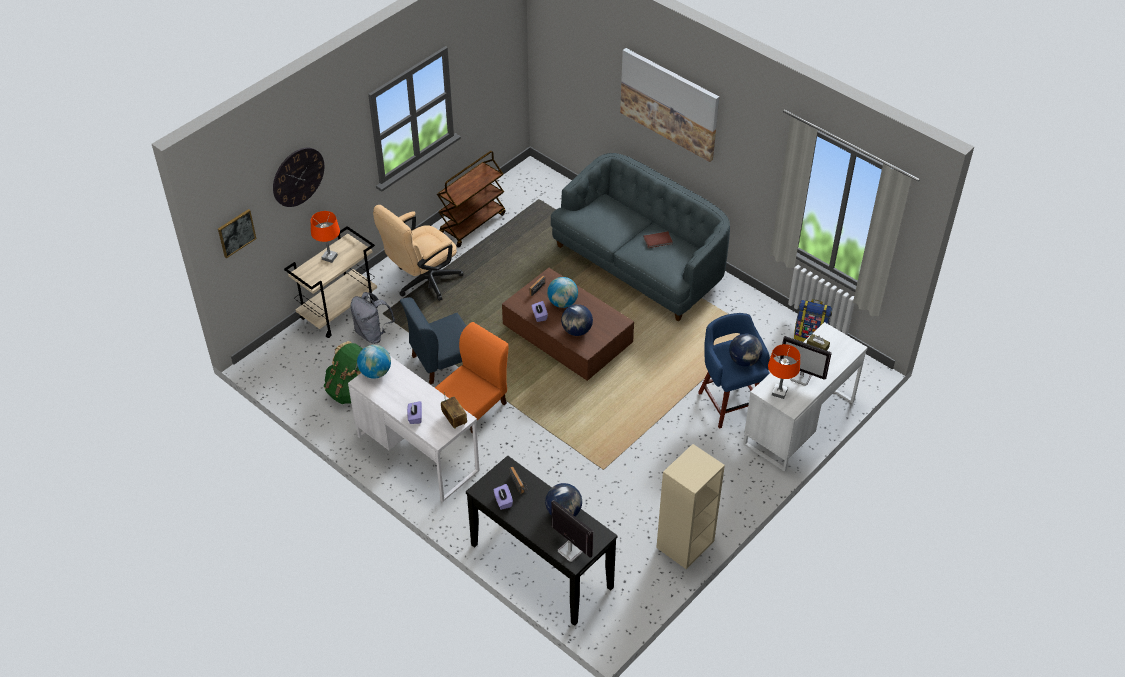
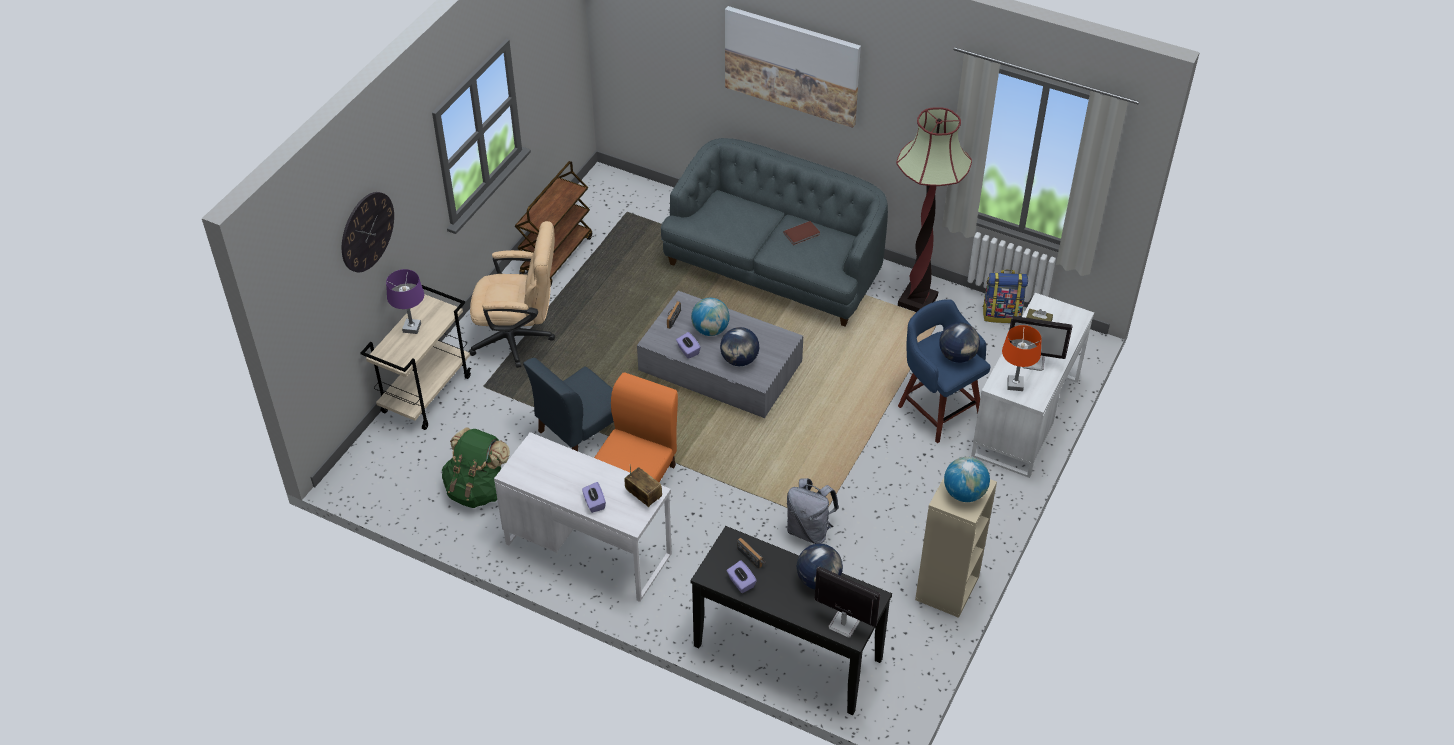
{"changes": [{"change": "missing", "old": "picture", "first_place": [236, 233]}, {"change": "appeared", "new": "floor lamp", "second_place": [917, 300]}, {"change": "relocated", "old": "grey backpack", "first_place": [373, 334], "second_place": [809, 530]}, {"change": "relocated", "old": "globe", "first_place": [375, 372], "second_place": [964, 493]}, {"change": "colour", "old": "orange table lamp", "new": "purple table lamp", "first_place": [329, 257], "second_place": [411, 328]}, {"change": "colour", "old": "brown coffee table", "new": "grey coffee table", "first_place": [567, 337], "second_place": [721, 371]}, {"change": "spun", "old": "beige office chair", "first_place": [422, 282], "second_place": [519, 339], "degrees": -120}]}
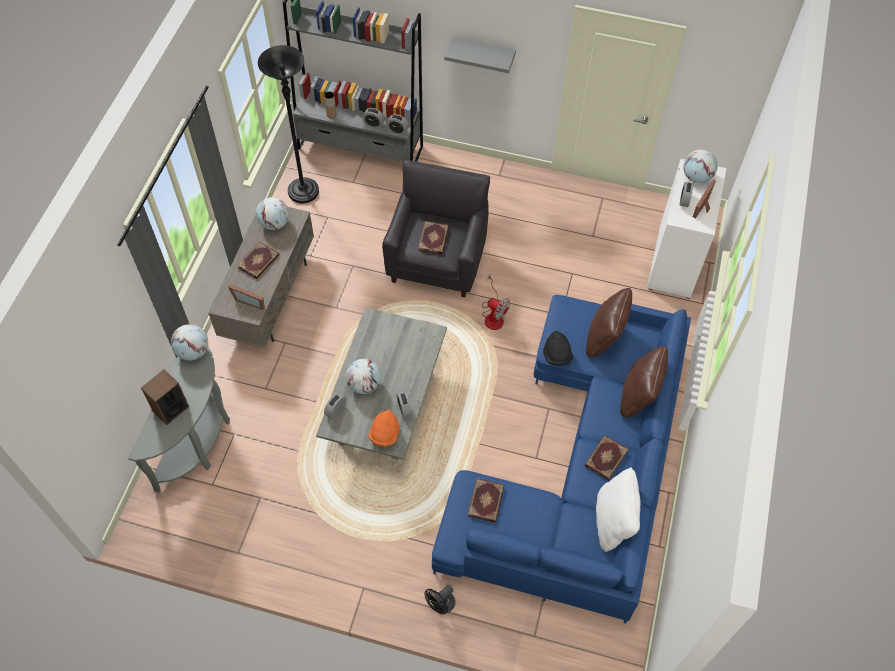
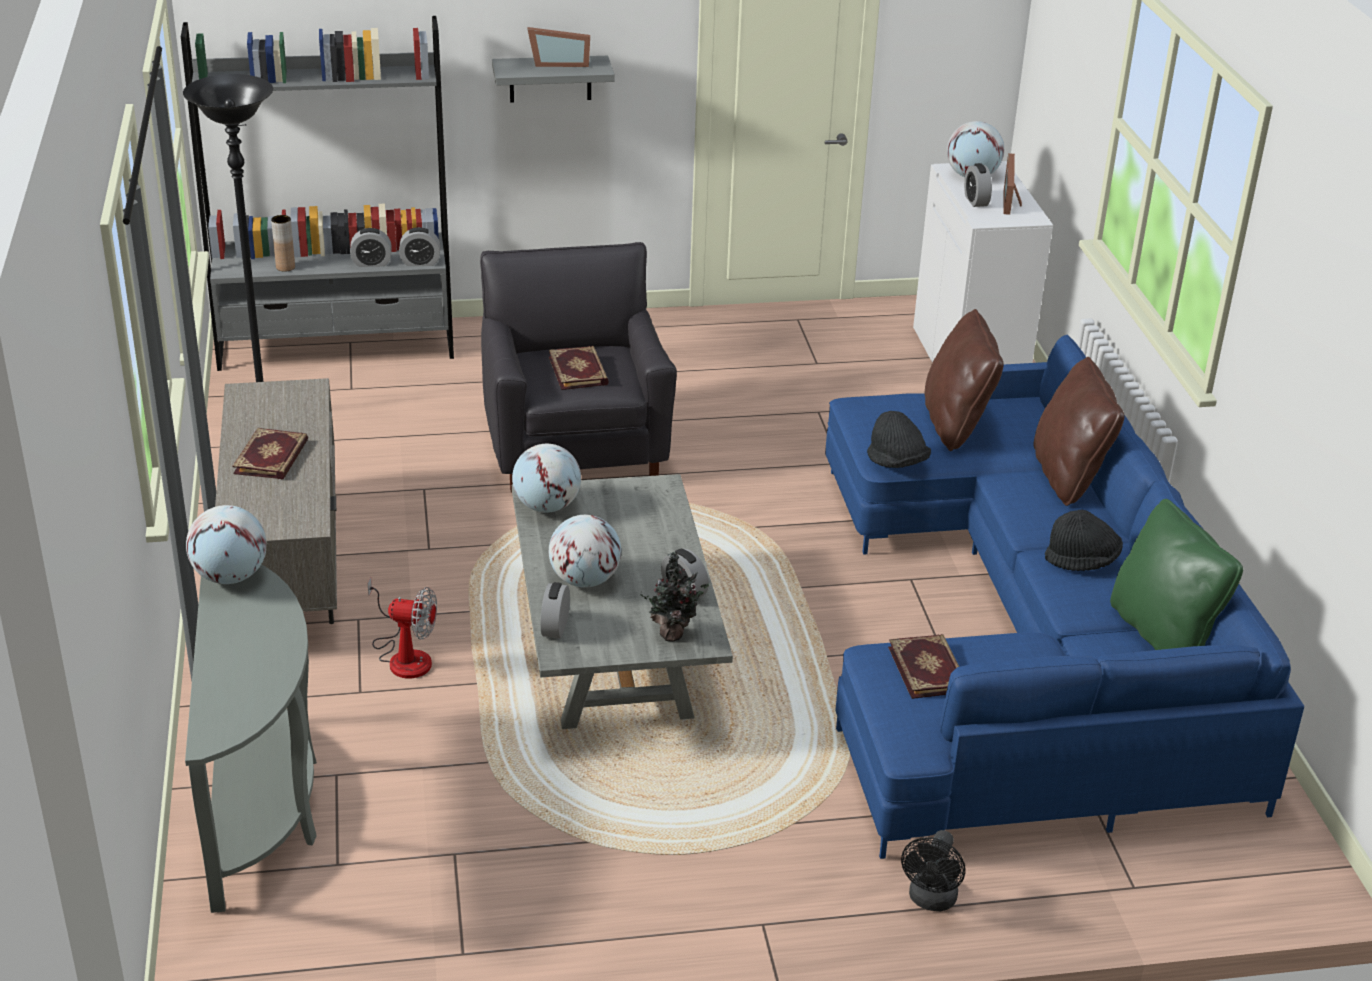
{"changes": [{"change": "missing", "old": "speaker", "first_place": [170, 409]}, {"change": "relocated", "old": "picture frame", "first_place": [250, 300], "second_place": [559, 63]}, {"change": "relocated", "old": "globe", "first_place": [274, 223], "second_place": [547, 506]}, {"change": "relocated", "old": "fan", "first_place": [493, 315], "second_place": [404, 656]}, {"change": "exchanged", "old": "orange hat", "new": "potted plant", "first_place": [385, 434], "second_place": [673, 633]}, {"change": "exchanged", "old": "book", "new": "black hat", "first_place": [605, 458], "second_place": [1082, 561]}, {"change": "colour", "old": "white pillow", "new": "green pillow", "first_place": [613, 521], "second_place": [1163, 634]}]}
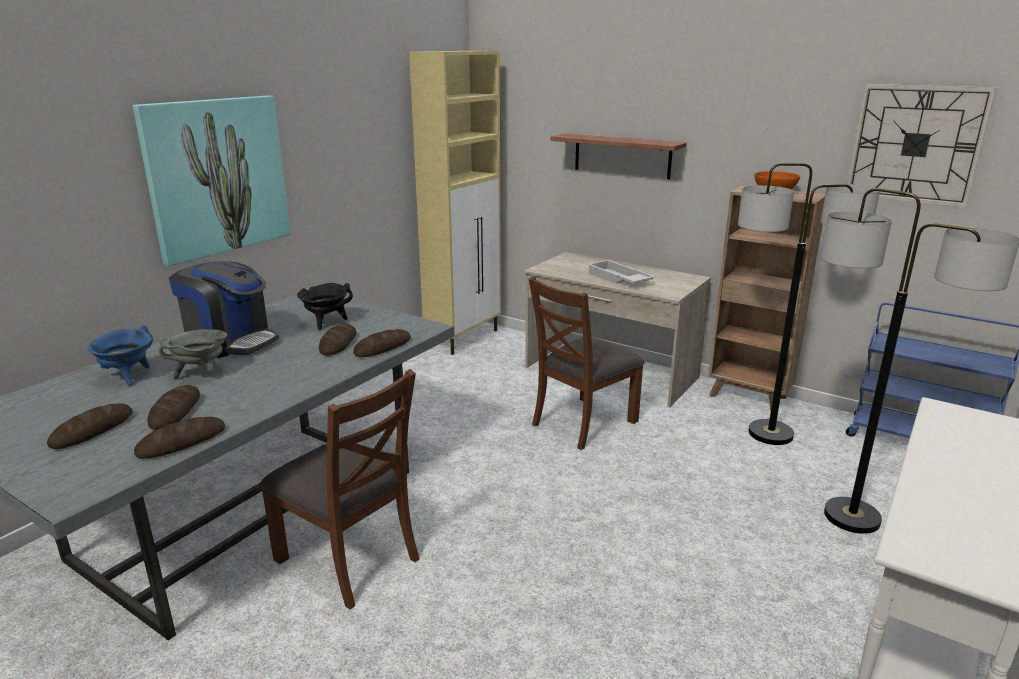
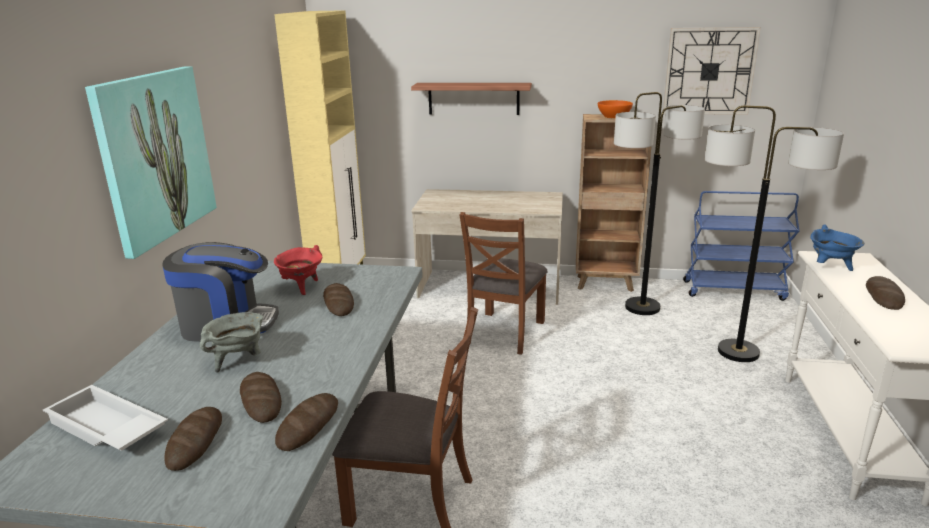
{"changes": [{"change": "relocated", "old": "blue cooking pot", "first_place": [128, 377], "second_place": [830, 267]}, {"change": "relocated", "old": "bread", "first_place": [383, 347], "second_place": [883, 296]}, {"change": "relocated", "old": "white tray", "first_place": [618, 279], "second_place": [105, 429]}, {"change": "colour", "old": "black cooking pot", "new": "red cooking pot", "first_place": [326, 323], "second_place": [301, 287]}]}
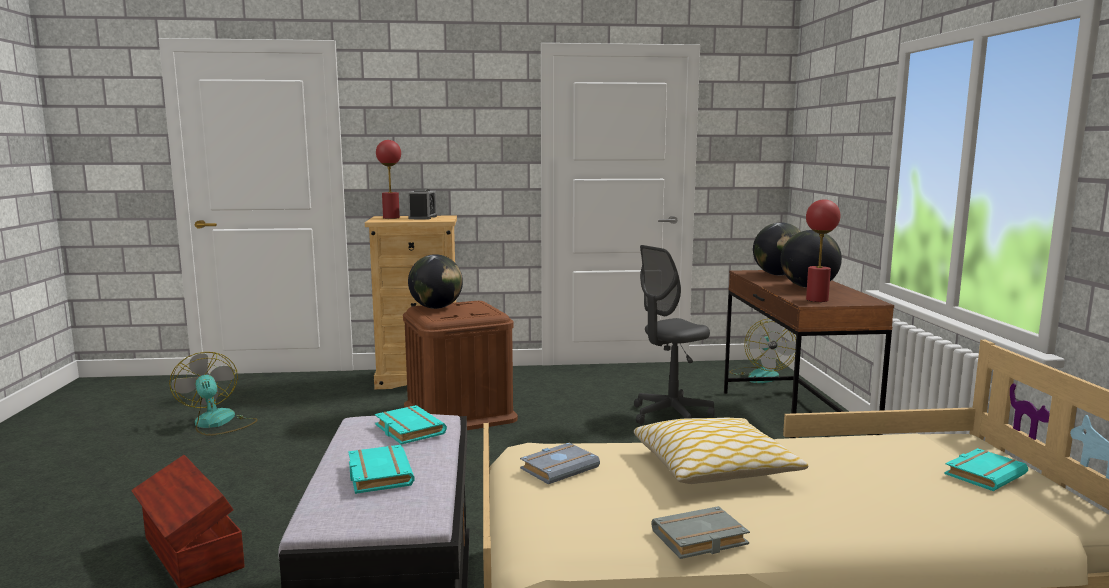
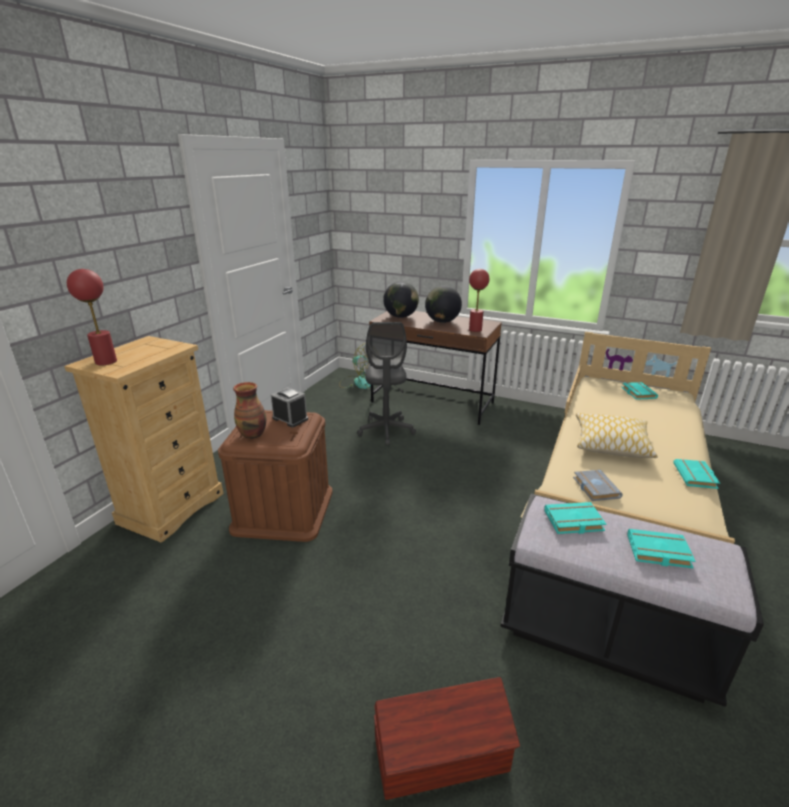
{"changes": [{"change": "missing", "old": "fan", "first_place": [217, 423]}, {"change": "relocated", "old": "alarm clock", "first_place": [422, 217], "second_place": [290, 419]}, {"change": "exchanged", "old": "globe", "new": "vase", "first_place": [436, 308], "second_place": [253, 434]}, {"change": "colour", "old": "grey book", "new": "turquoise book", "first_place": [699, 540], "second_place": [696, 477]}]}
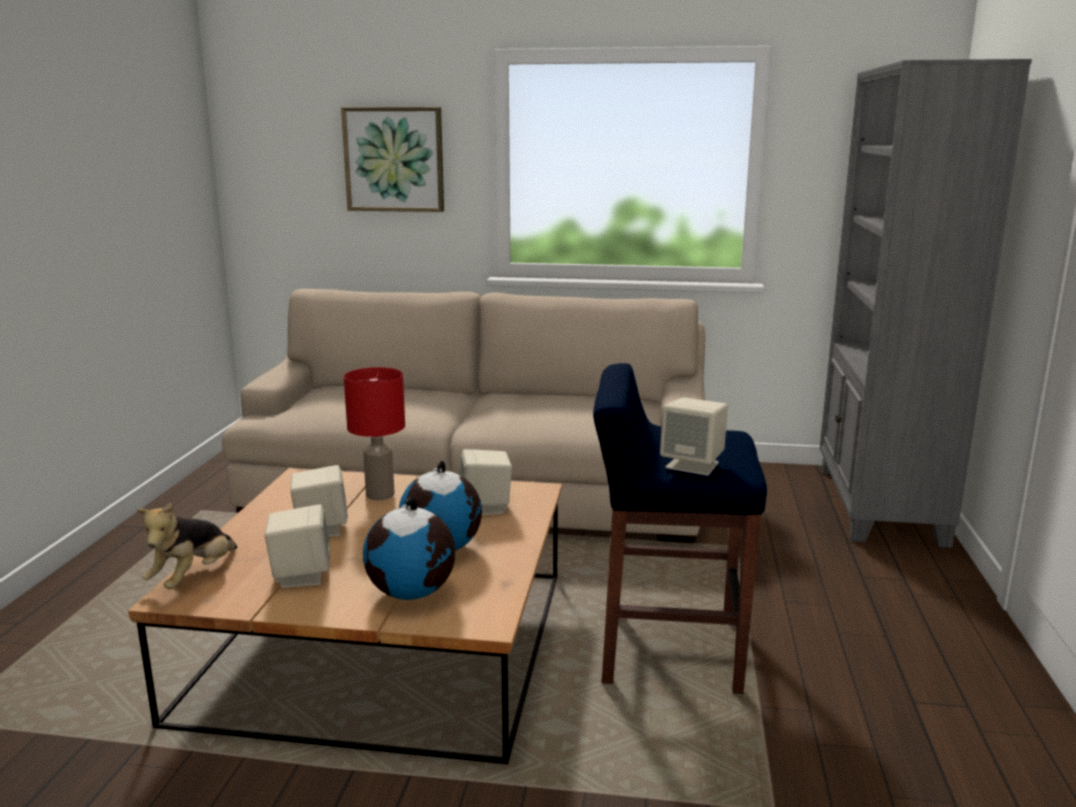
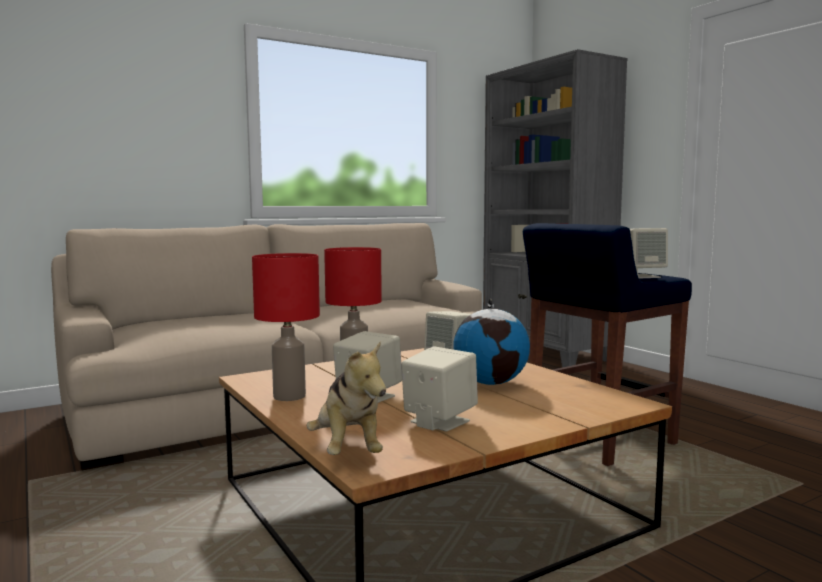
{"changes": [{"change": "missing", "old": "picture", "first_place": [394, 159]}, {"change": "missing", "old": "globe", "first_place": [412, 593]}, {"change": "appeared", "new": "red table lamp", "second_place": [289, 397]}]}
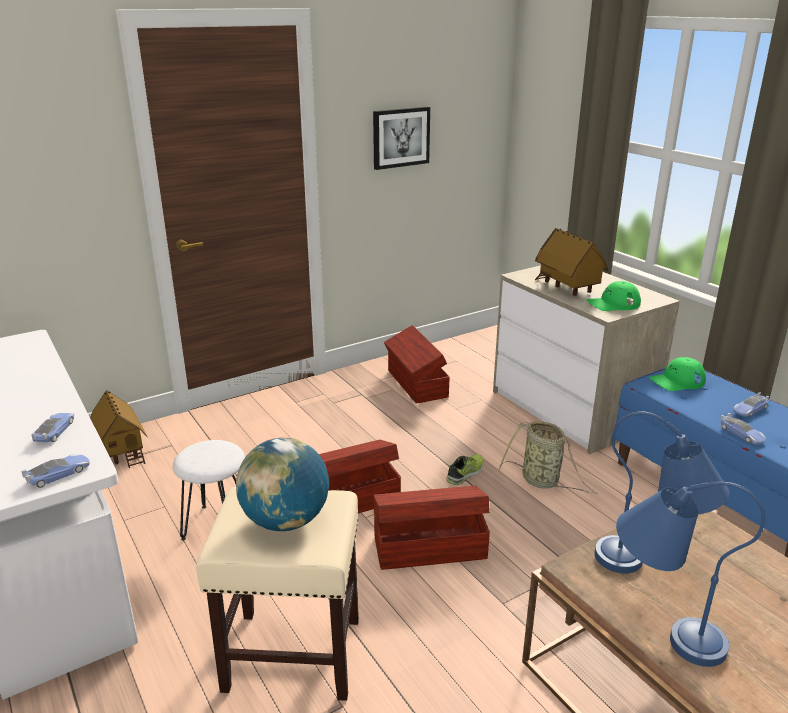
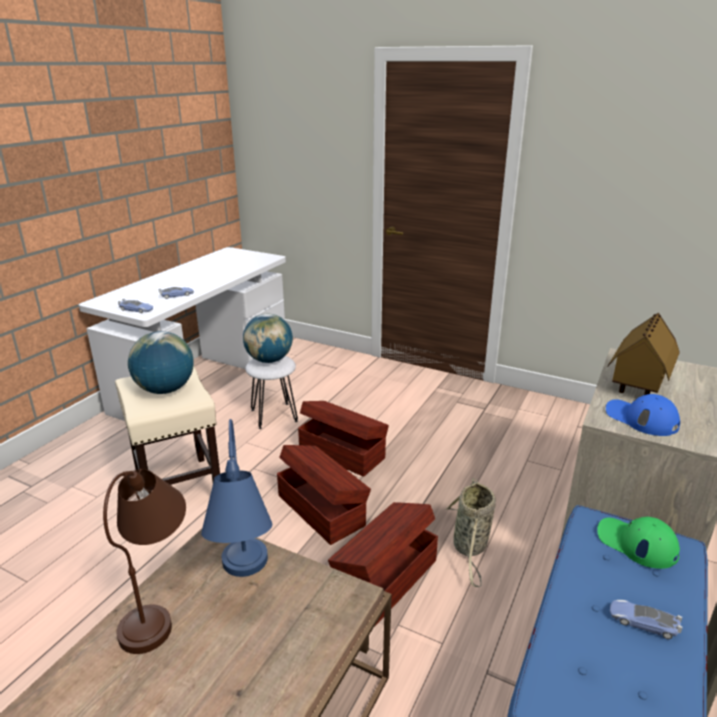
{"changes": [{"change": "missing", "old": "toy house", "first_place": [122, 450]}, {"change": "missing", "old": "picture", "first_place": [400, 137]}, {"change": "missing", "old": "shoe", "first_place": [466, 473]}, {"change": "missing", "old": "toy car", "first_place": [741, 434]}, {"change": "appeared", "new": "globe", "second_place": [269, 360]}, {"change": "relocated", "old": "brown storage box", "first_place": [416, 384], "second_place": [384, 579]}, {"change": "colour", "old": "green cap", "new": "blue cap", "first_place": [613, 303], "second_place": [641, 418]}, {"change": "colour", "old": "blue table lamp", "new": "brown table lamp", "first_place": [660, 627], "second_place": [158, 602]}]}
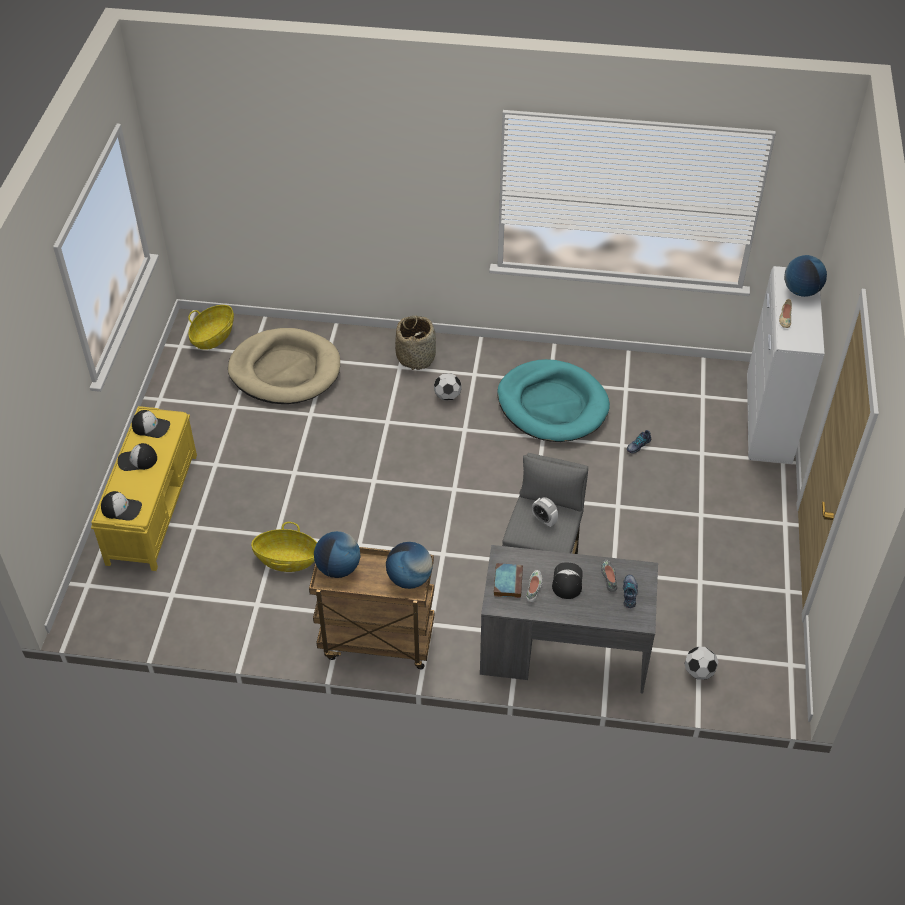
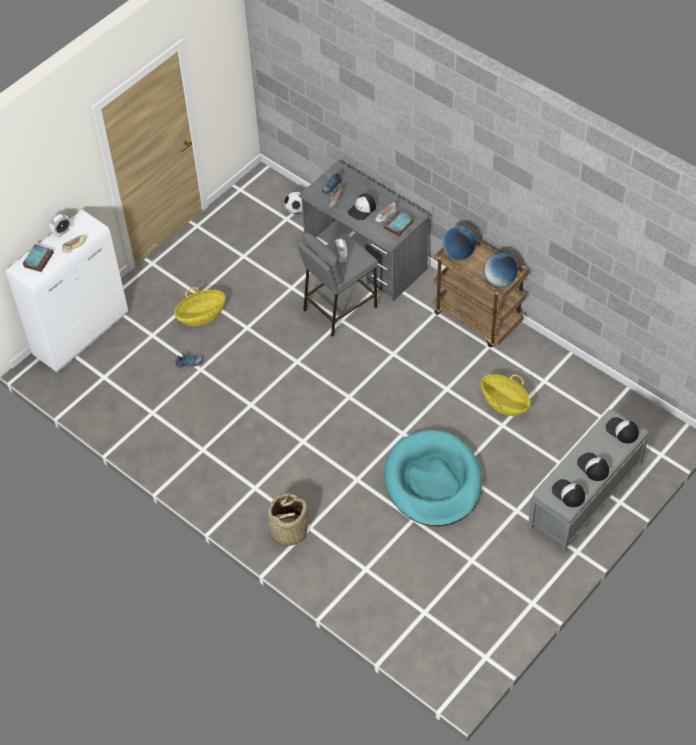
{"changes": [{"change": "missing", "old": "beige dog bed", "first_place": [285, 370]}, {"change": "missing", "old": "football", "first_place": [447, 396]}, {"change": "appeared", "new": "alarm clock", "second_place": [62, 232]}, {"change": "relocated", "old": "basket", "first_place": [213, 337], "second_place": [201, 315]}, {"change": "relocated", "old": "turquoise dog bed", "first_place": [552, 405], "second_place": [433, 481]}, {"change": "exchanged", "old": "globe", "new": "book", "first_place": [801, 291], "second_place": [38, 259]}, {"change": "colour", "old": "yellow bench", "new": "grey bench", "first_place": [153, 507], "second_place": [585, 496]}, {"change": "spun", "old": "cap", "first_place": [137, 460], "second_place": [592, 467], "degrees": -150}]}
